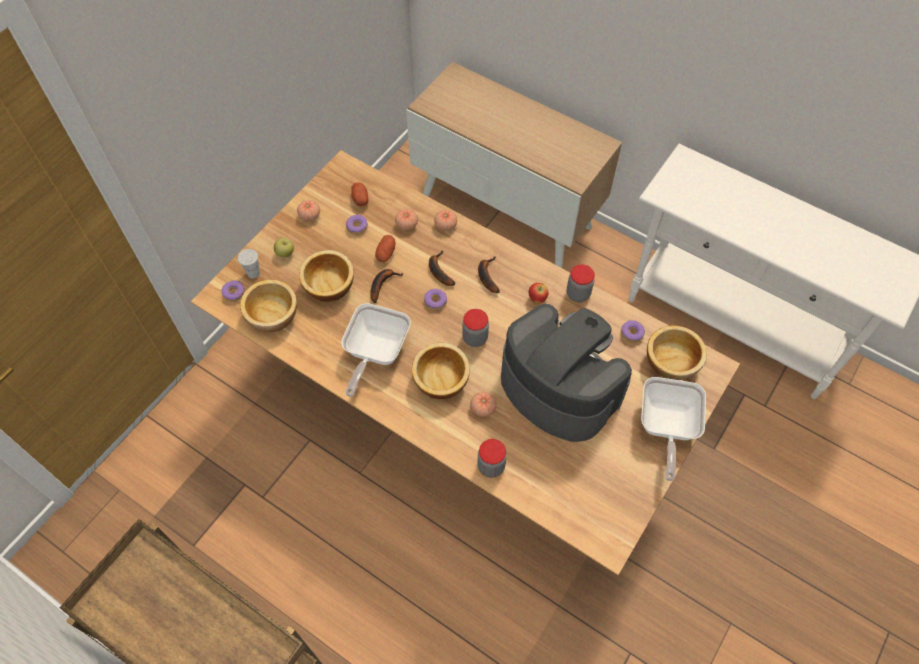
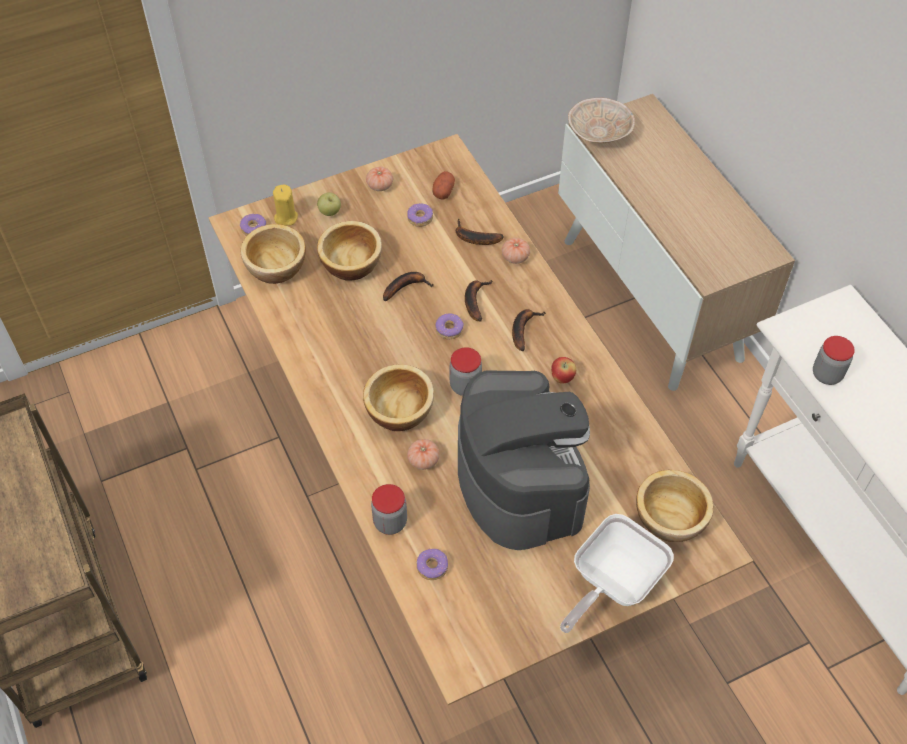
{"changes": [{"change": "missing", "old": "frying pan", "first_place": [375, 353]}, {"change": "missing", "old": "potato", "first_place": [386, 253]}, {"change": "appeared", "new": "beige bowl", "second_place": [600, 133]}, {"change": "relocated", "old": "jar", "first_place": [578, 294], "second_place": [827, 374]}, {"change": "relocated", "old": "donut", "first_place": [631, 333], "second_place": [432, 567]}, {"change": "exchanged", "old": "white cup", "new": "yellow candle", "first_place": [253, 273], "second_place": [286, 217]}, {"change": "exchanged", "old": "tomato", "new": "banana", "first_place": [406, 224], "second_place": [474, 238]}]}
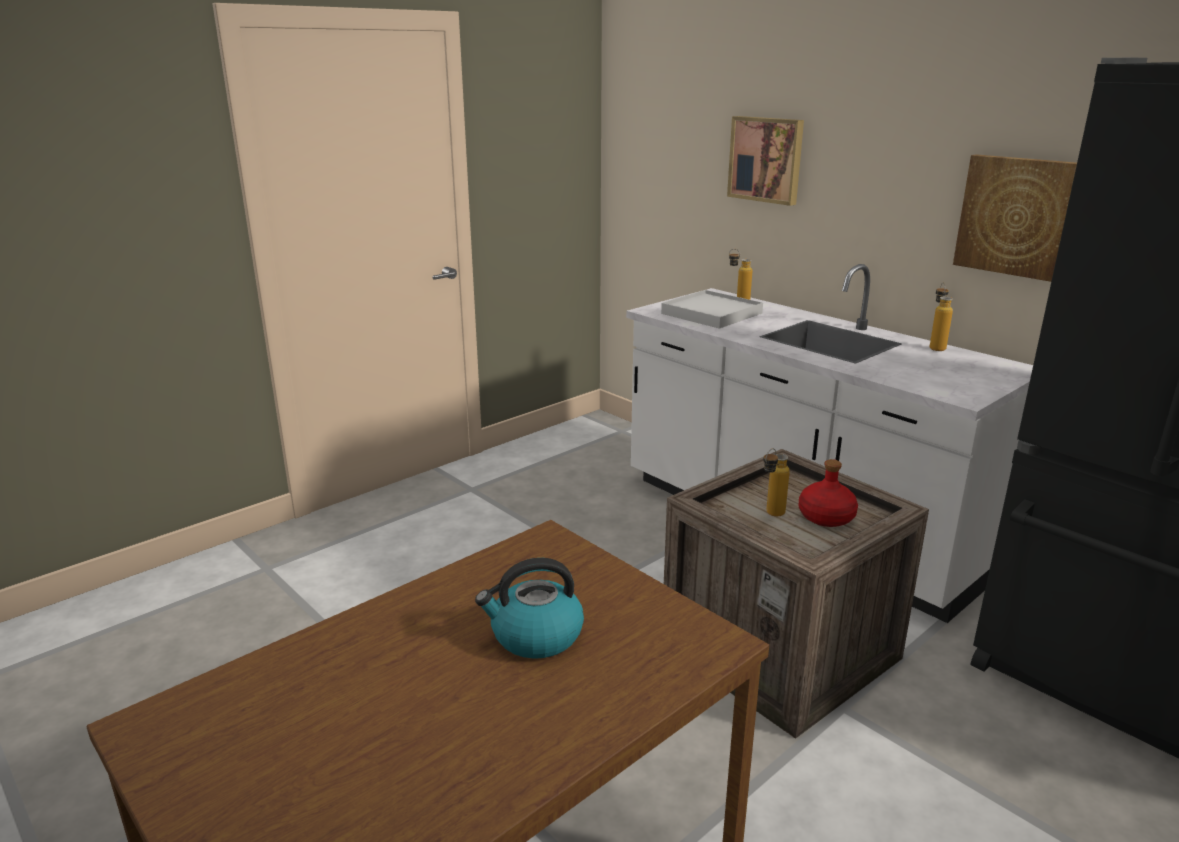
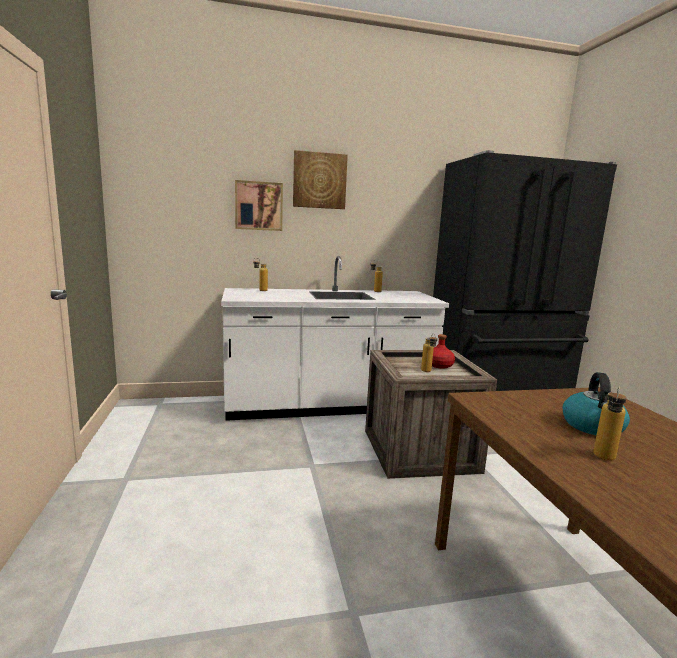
{"changes": [{"change": "missing", "old": "white tray", "first_place": [711, 313]}, {"change": "appeared", "new": "bottle", "second_place": [603, 460]}, {"change": "relocated", "old": "picture", "first_place": [1020, 217], "second_place": [319, 180]}]}
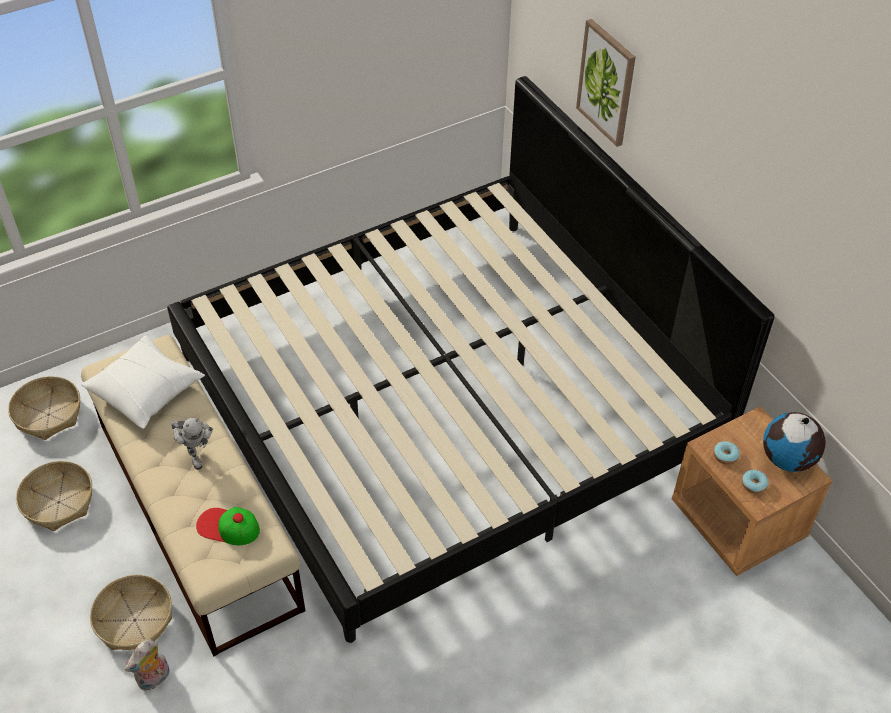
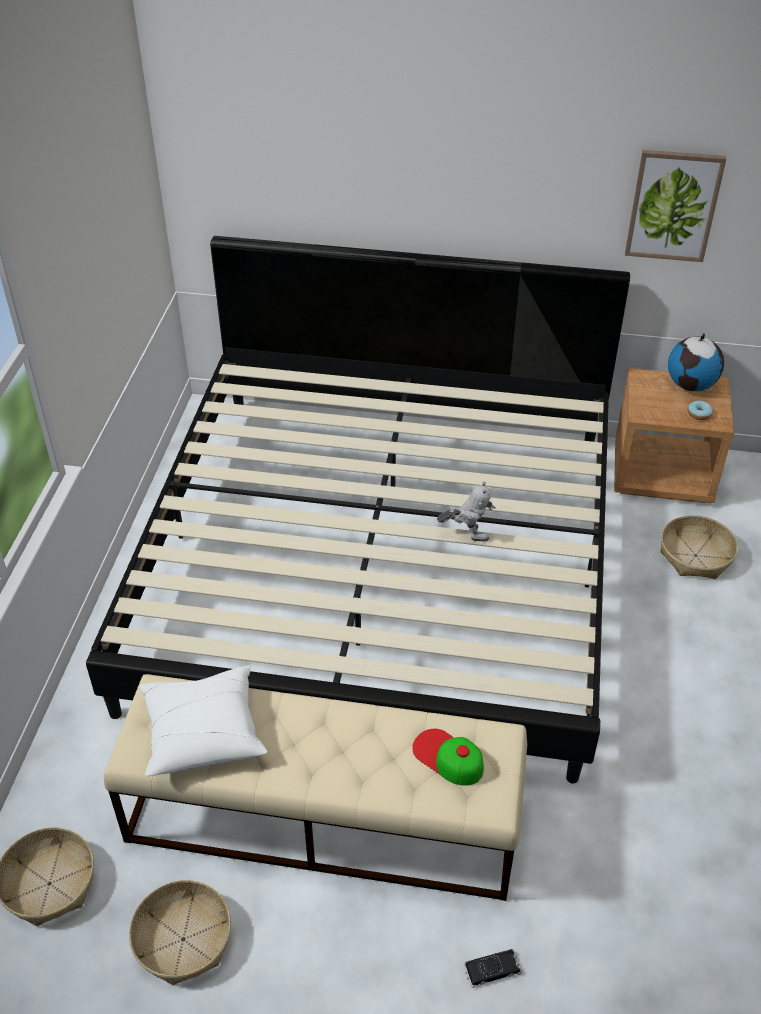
{"changes": [{"change": "missing", "old": "donut", "first_place": [725, 455]}, {"change": "relocated", "old": "basket", "first_place": [135, 620], "second_place": [695, 555]}, {"change": "relocated", "old": "toy robot", "first_place": [196, 453], "second_place": [466, 535]}, {"change": "relocated", "old": "picture", "first_place": [607, 82], "second_place": [673, 205]}, {"change": "exchanged", "old": "plush toy", "new": "black toy car", "first_place": [154, 679], "second_place": [492, 970]}, {"change": "spun", "old": "cap", "first_place": [228, 527], "second_place": [448, 757], "degrees": 75}]}
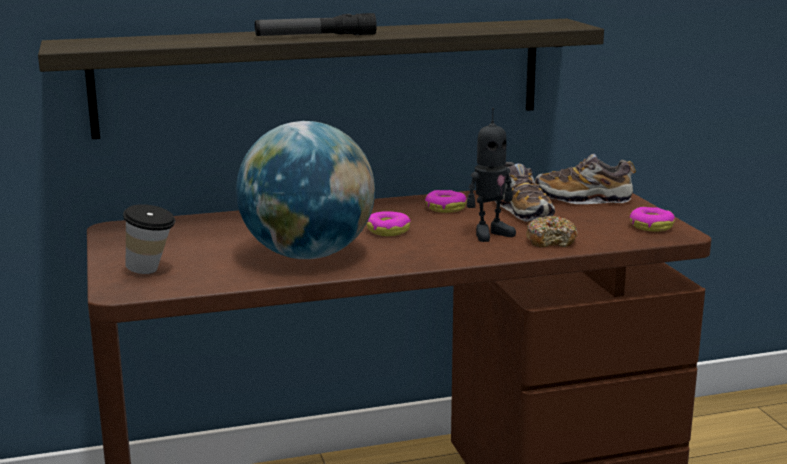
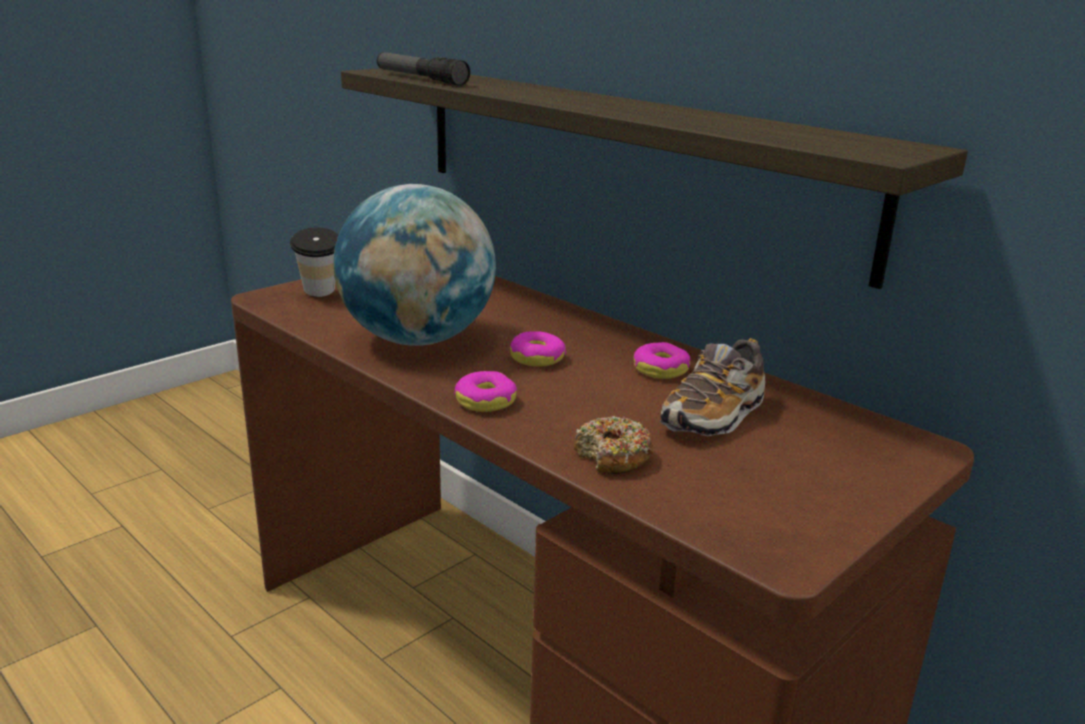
{"changes": [{"change": "missing", "old": "toy robot", "first_place": [490, 234]}, {"change": "missing", "old": "shoe", "first_place": [583, 199]}, {"change": "relocated", "old": "flashlight", "first_place": [315, 36], "second_place": [420, 78]}, {"change": "relocated", "old": "donut", "first_place": [651, 226], "second_place": [485, 401]}]}
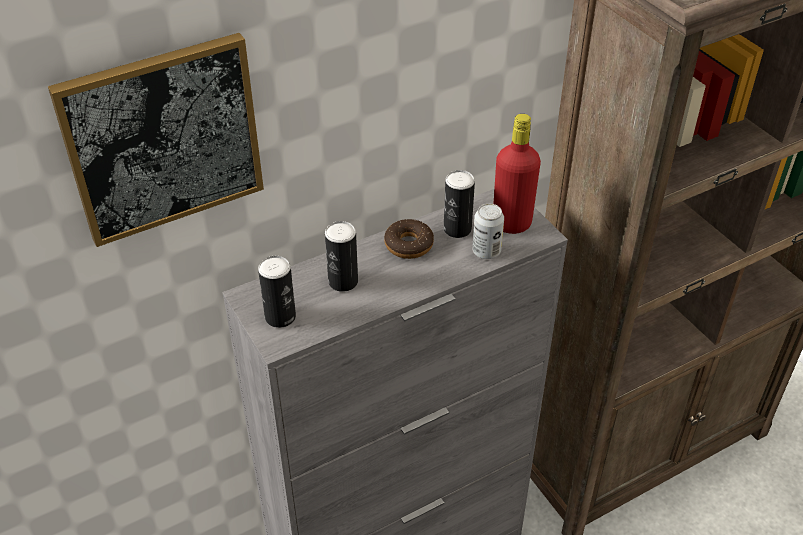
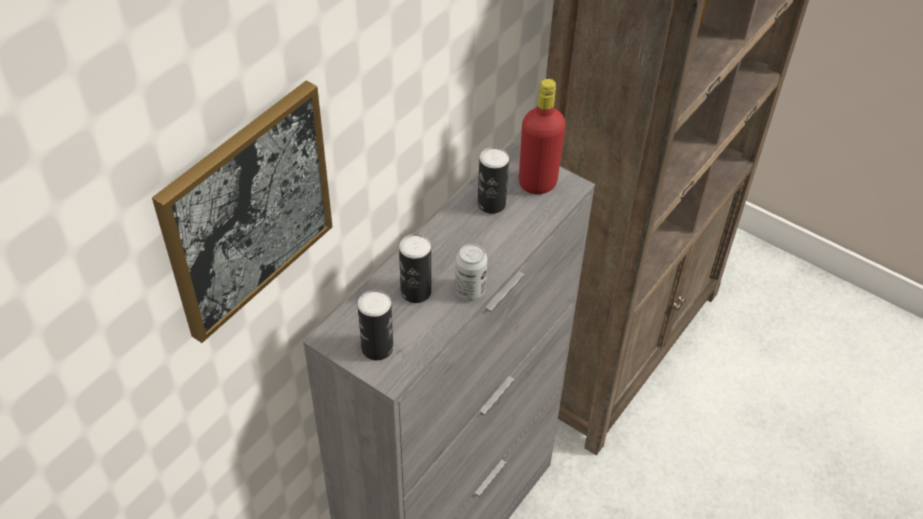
{"changes": [{"change": "missing", "old": "donut", "first_place": [408, 245]}, {"change": "relocated", "old": "can", "first_place": [486, 251], "second_place": [470, 290]}]}
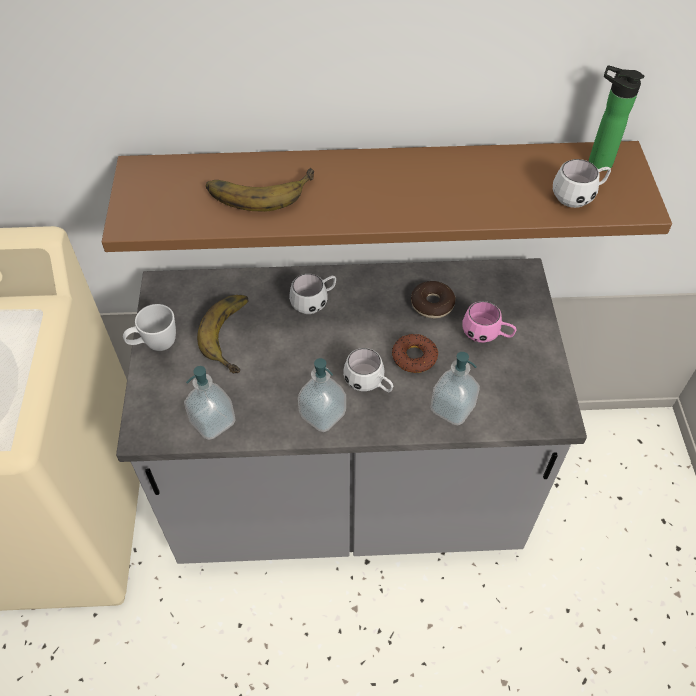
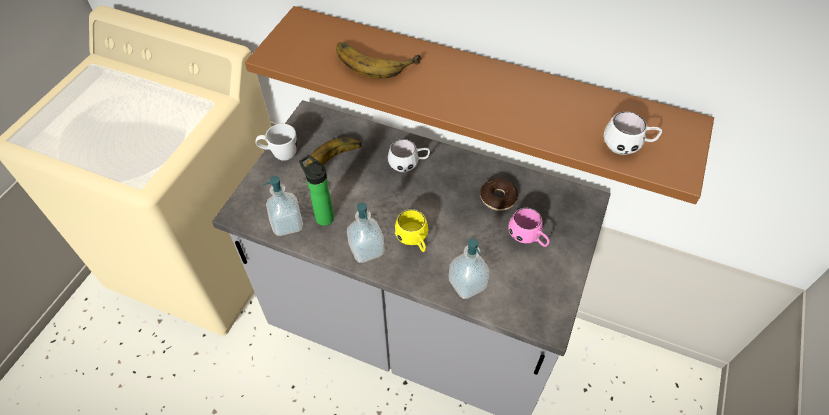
{"changes": [{"change": "missing", "old": "donut", "first_place": [414, 357]}, {"change": "relocated", "old": "bottle", "first_place": [596, 162], "second_place": [322, 216]}, {"change": "colour", "old": "white mug", "new": "yellow mug", "first_place": [369, 384], "second_place": [414, 241]}]}
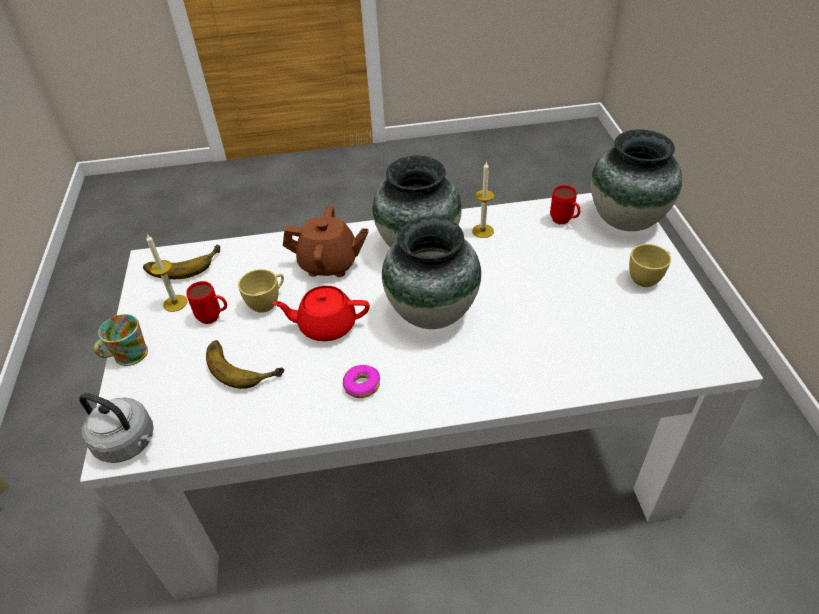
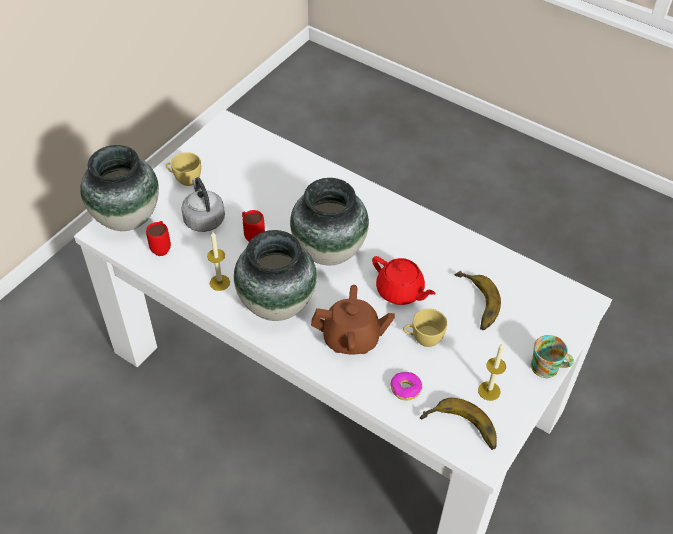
{"changes": [{"change": "relocated", "old": "grey kettle", "first_place": [128, 443], "second_place": [203, 219]}, {"change": "relocated", "old": "red mug", "first_place": [214, 318], "second_place": [252, 236]}, {"change": "relocated", "old": "donut", "first_place": [361, 385], "second_place": [405, 388]}, {"change": "spun", "old": "brown teapot", "first_place": [329, 264], "second_place": [351, 339], "degrees": 135}]}
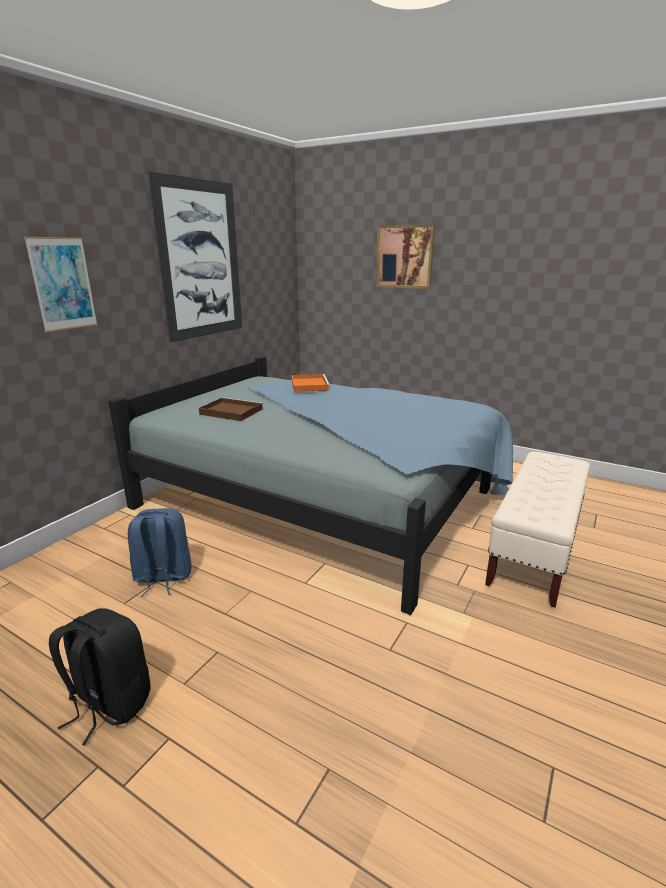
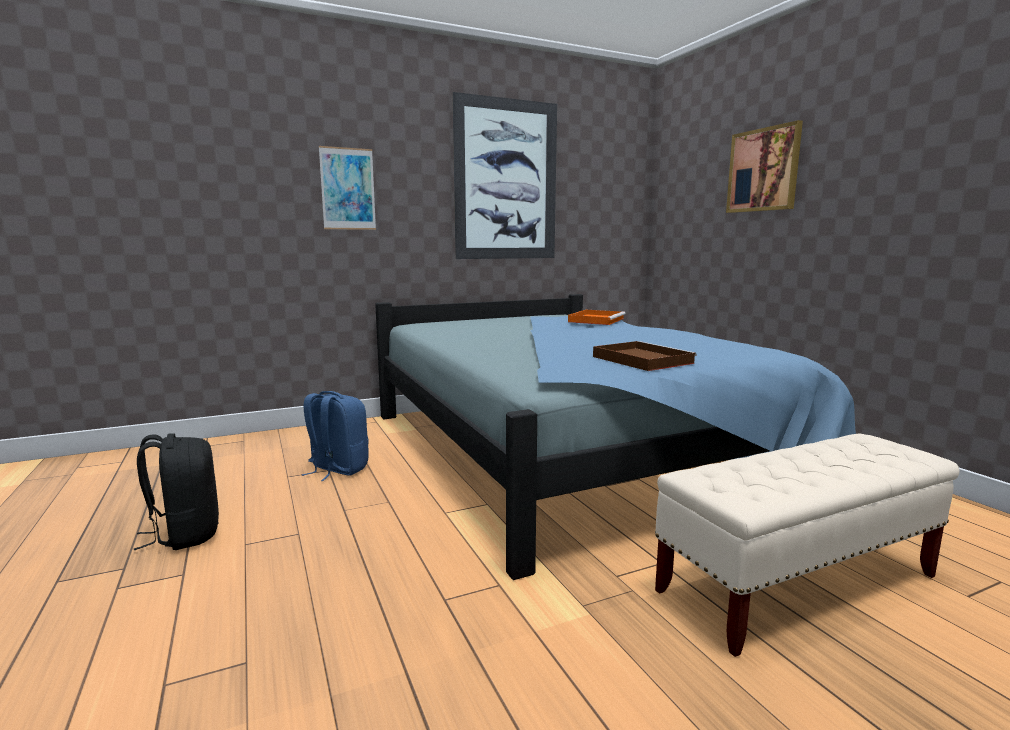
{"changes": [{"change": "relocated", "old": "brown tray", "first_place": [230, 411], "second_place": [640, 359]}]}
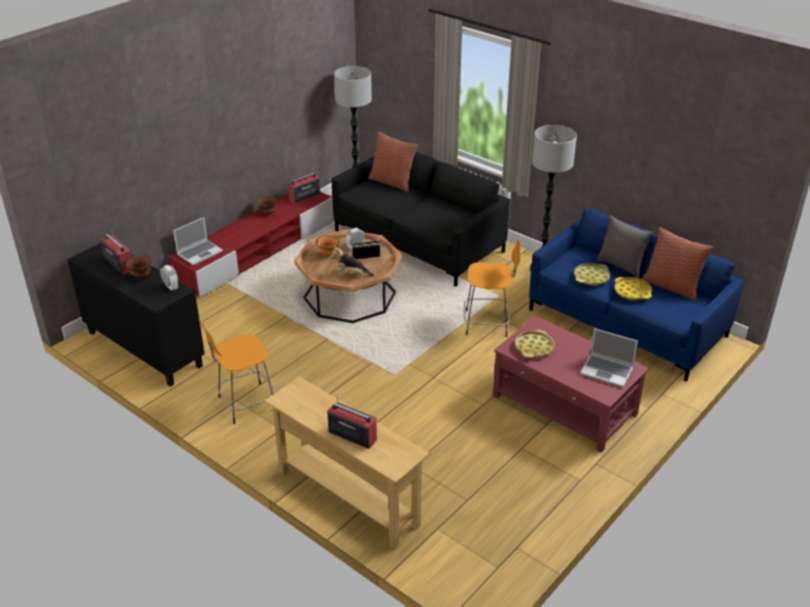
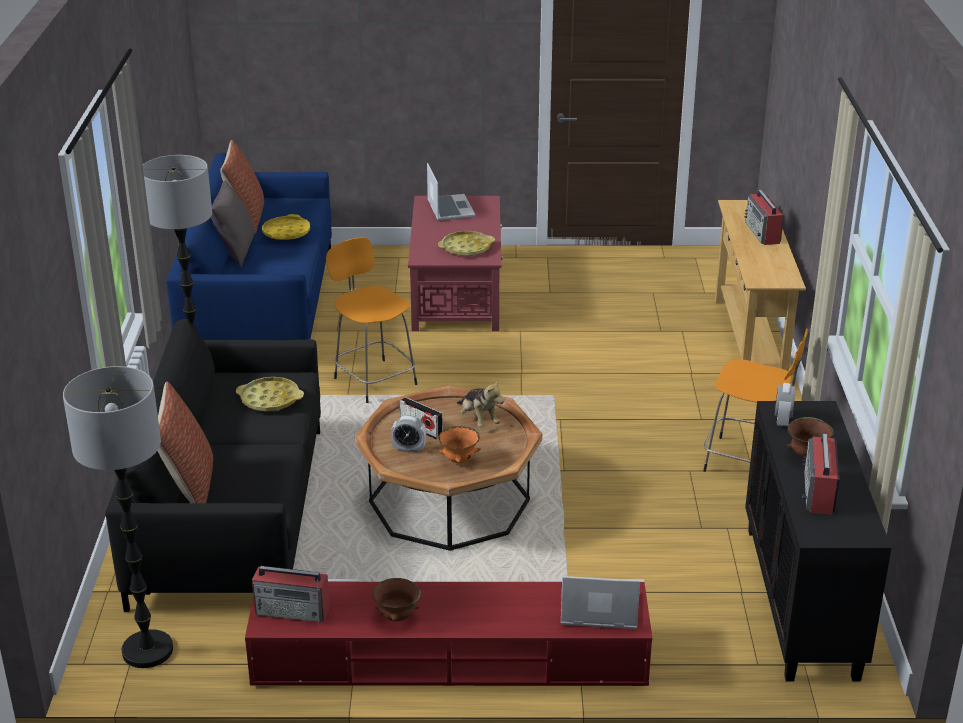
{"changes": [{"change": "relocated", "old": "yellow tray", "first_place": [591, 277], "second_place": [270, 399]}]}
